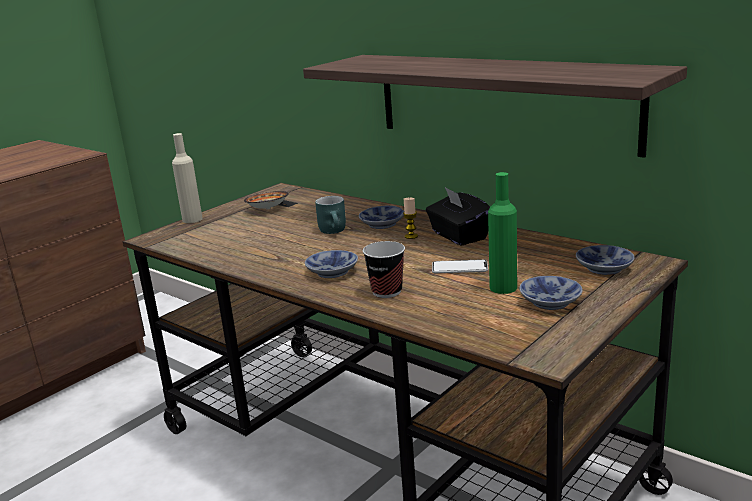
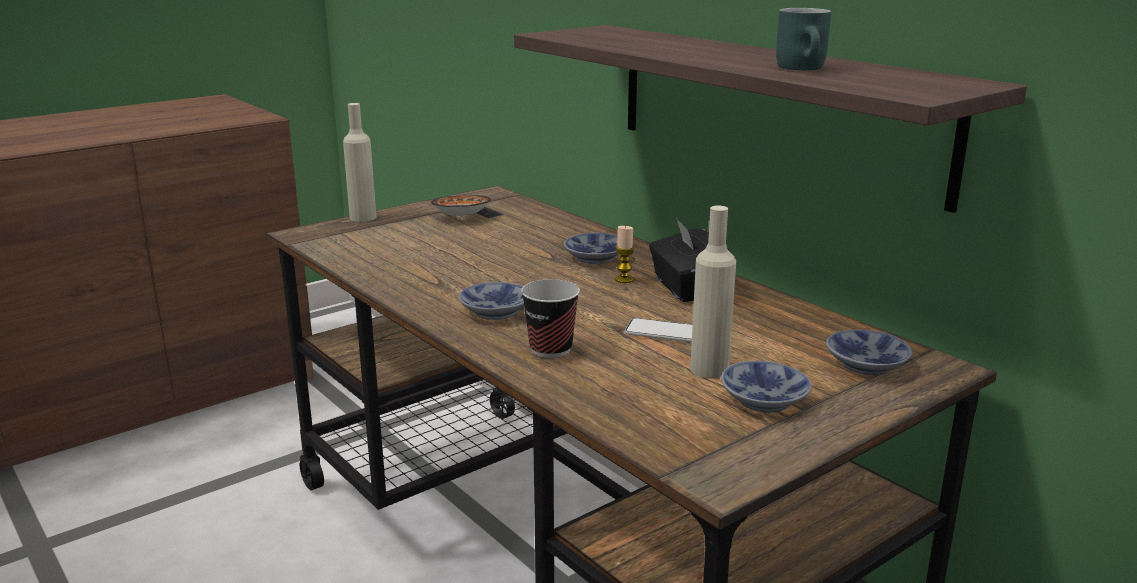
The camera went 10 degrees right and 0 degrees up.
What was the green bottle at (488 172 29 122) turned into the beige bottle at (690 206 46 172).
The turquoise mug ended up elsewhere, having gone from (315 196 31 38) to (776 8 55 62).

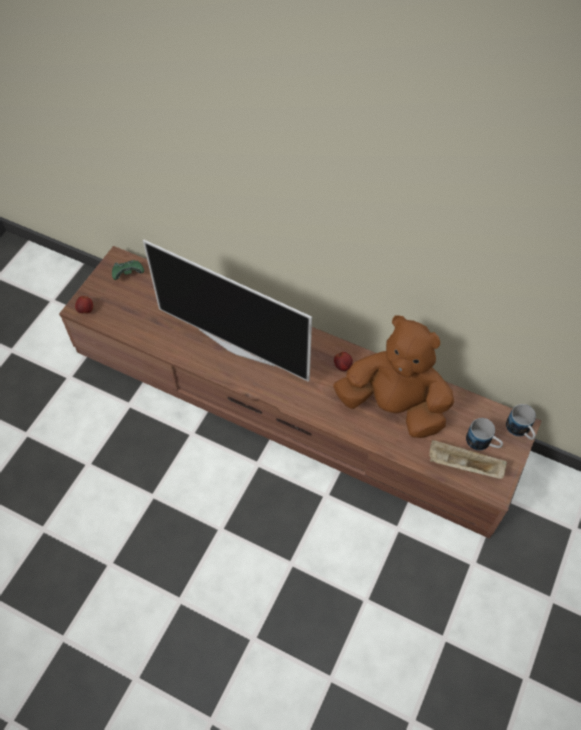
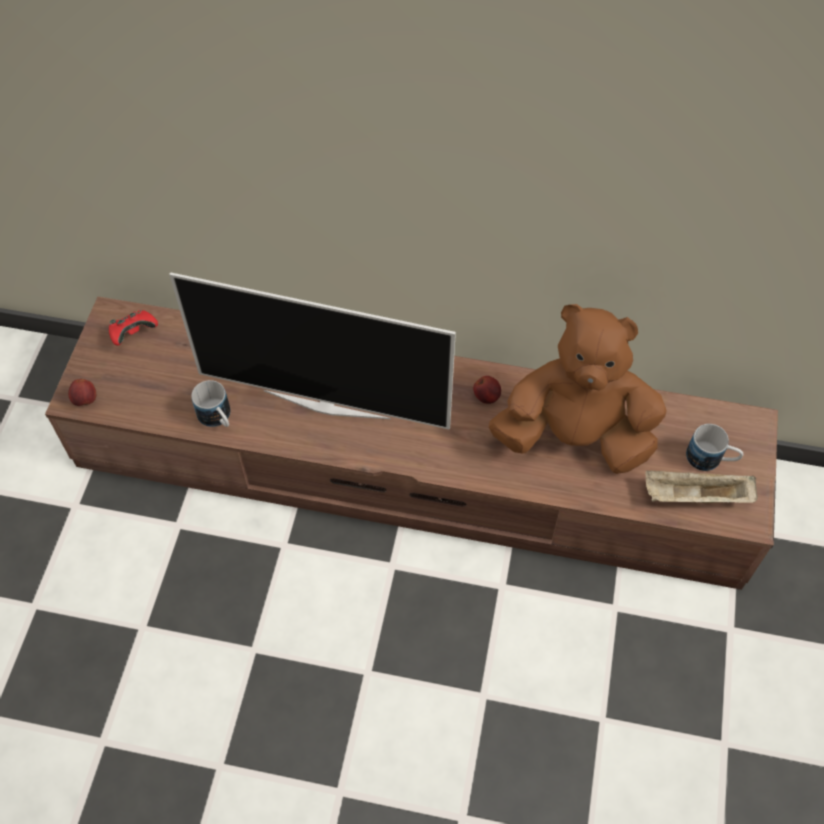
The camera went 15 degrees left and 0 degrees up.
What was the green game controller at (112 260 32 20) turned into the red game controller at (109 310 49 36).
The mug ended up elsewhere, having gone from (506 404 30 36) to (191 380 40 47).

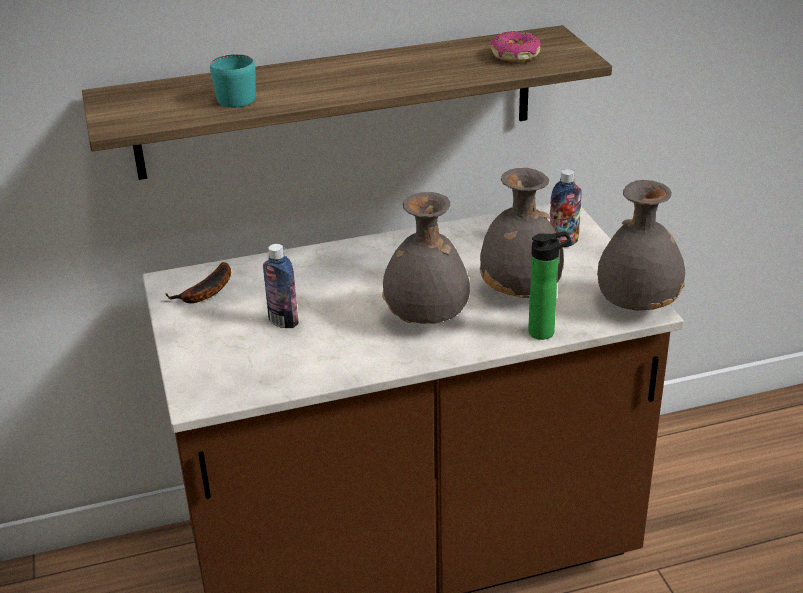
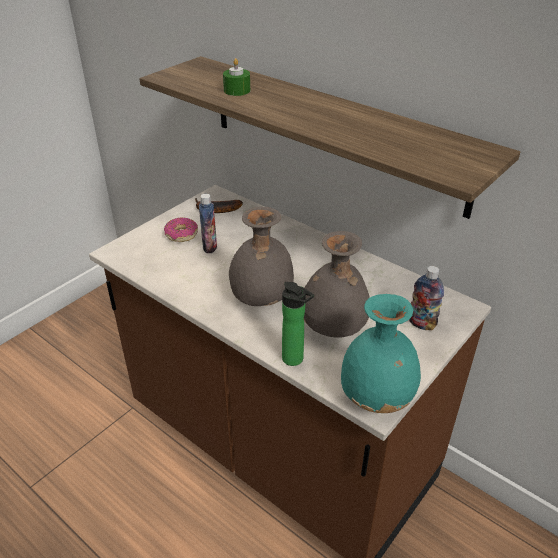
The camera went 55 degrees right and 5 degrees up.
The donut ended up elsewhere, having gone from (490 31 51 31) to (164 217 34 25).
Where the turquoise mug stood at (210 54 45 54), the green candle came to stand at (223 58 27 38).
What was the grey vase at (597 180 88 131) turned into the turquoise vase at (341 294 80 119).

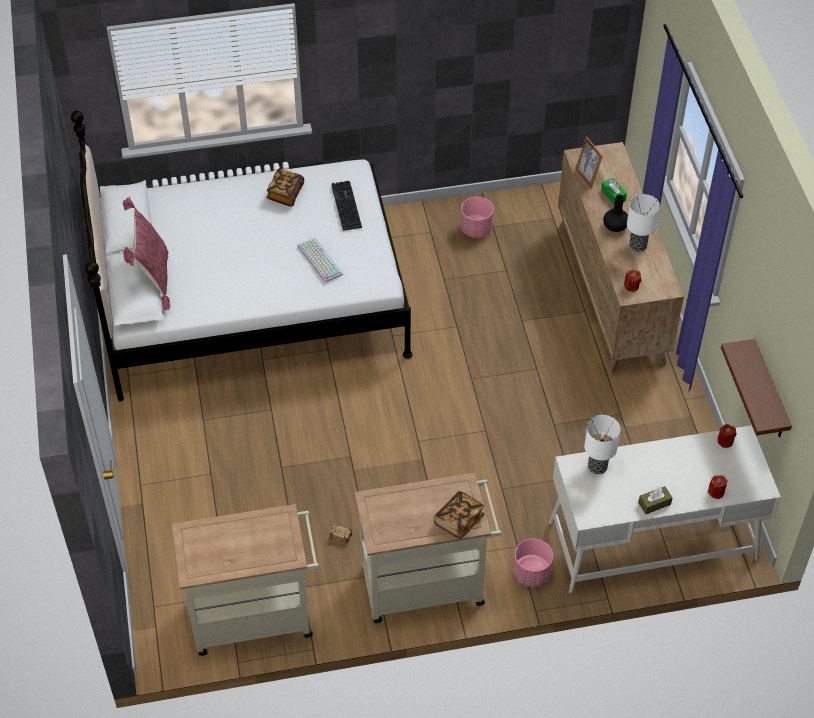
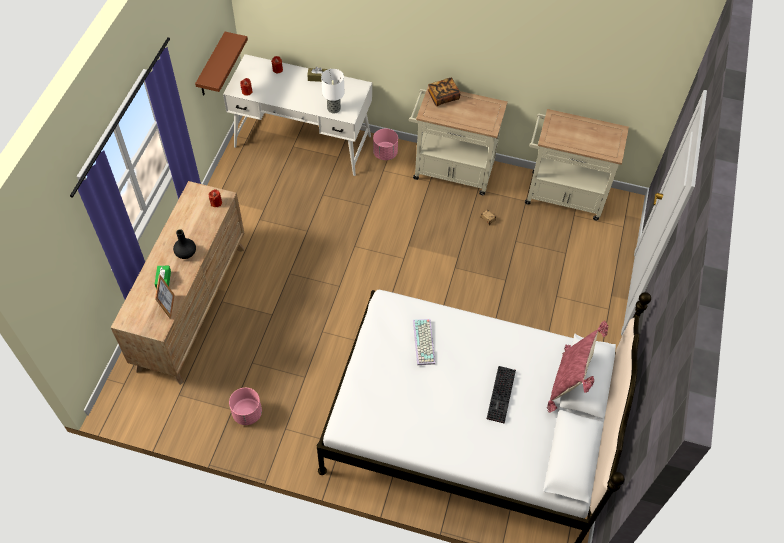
The camera went 155 degrees left and 5 degrees up.
The second view lost the book at (266 169 38 38).
The keyboard ended up elsewhere, having gone from (331 181 31 50) to (487 366 29 58).
The second view lost the table lamp at (627 194 33 58).

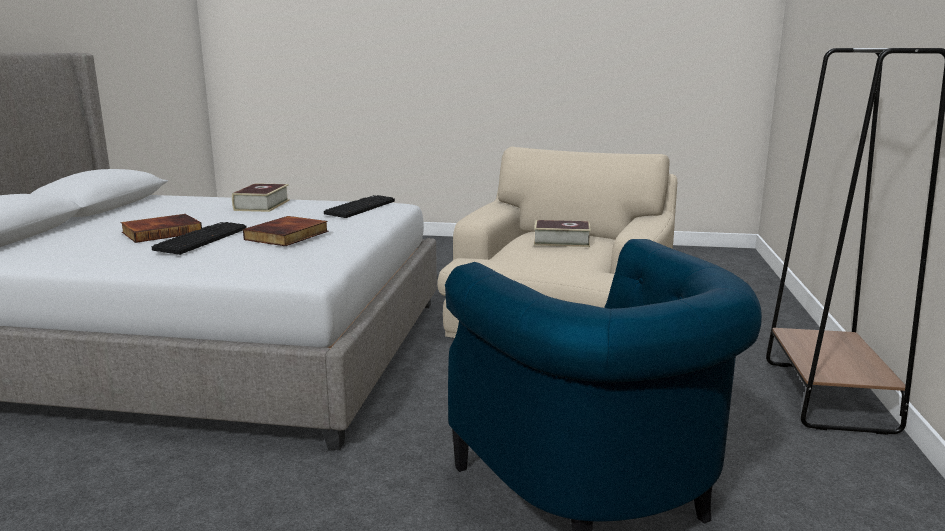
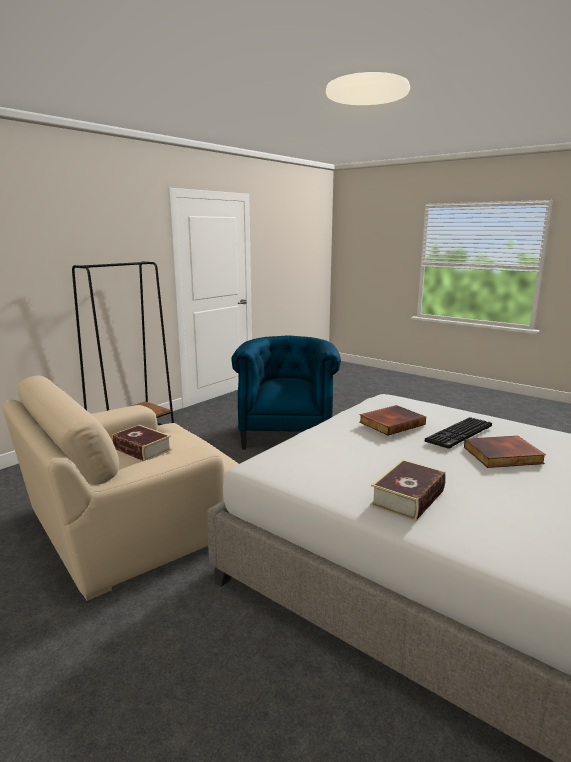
The camera went 150 degrees left and 0 degrees up.
The second view lost the keyboard at (324 195 71 23).

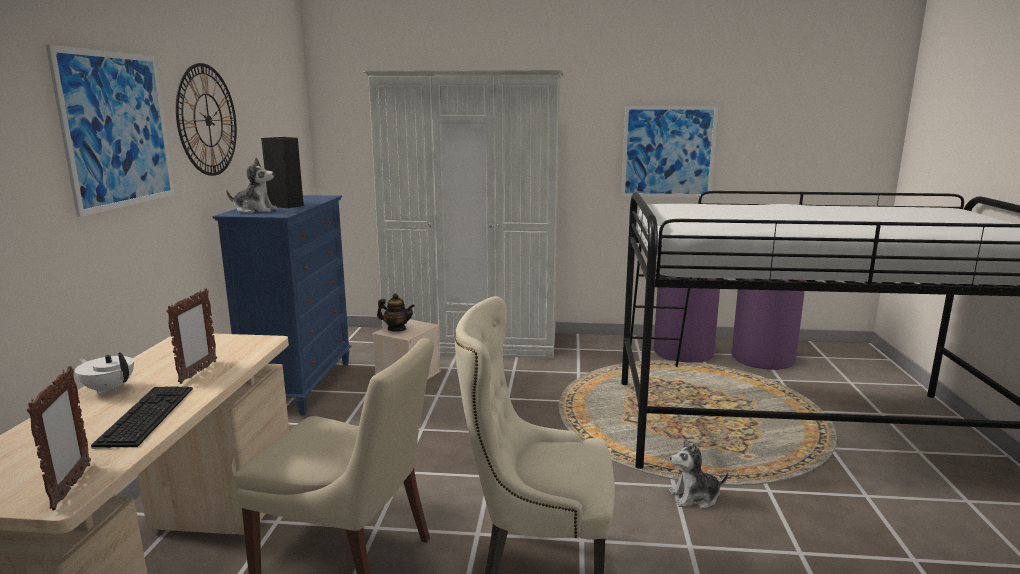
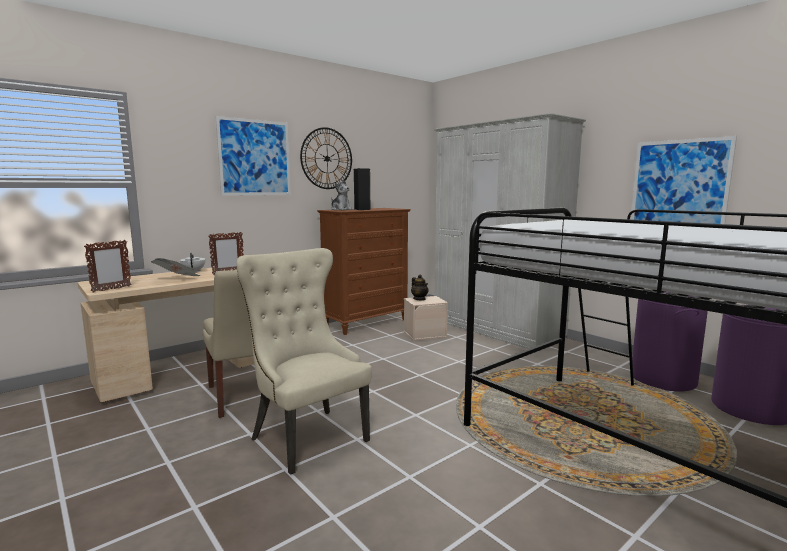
The camera went 45 degrees right and 5 degrees down.
What was the blue dresser at (213 195 139 220) turned into the brown dresser at (317 208 94 127).
Where the keyboard stood at (91 386 102 63), the newspaper came to stand at (151 258 49 18).
The second view lost the plush toy at (669 439 59 70).

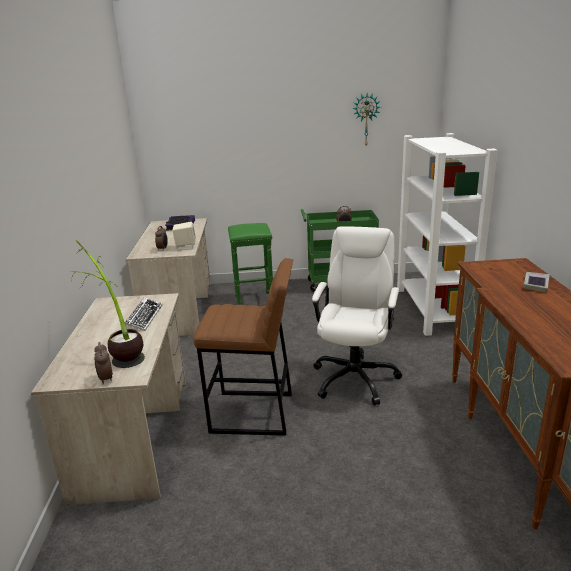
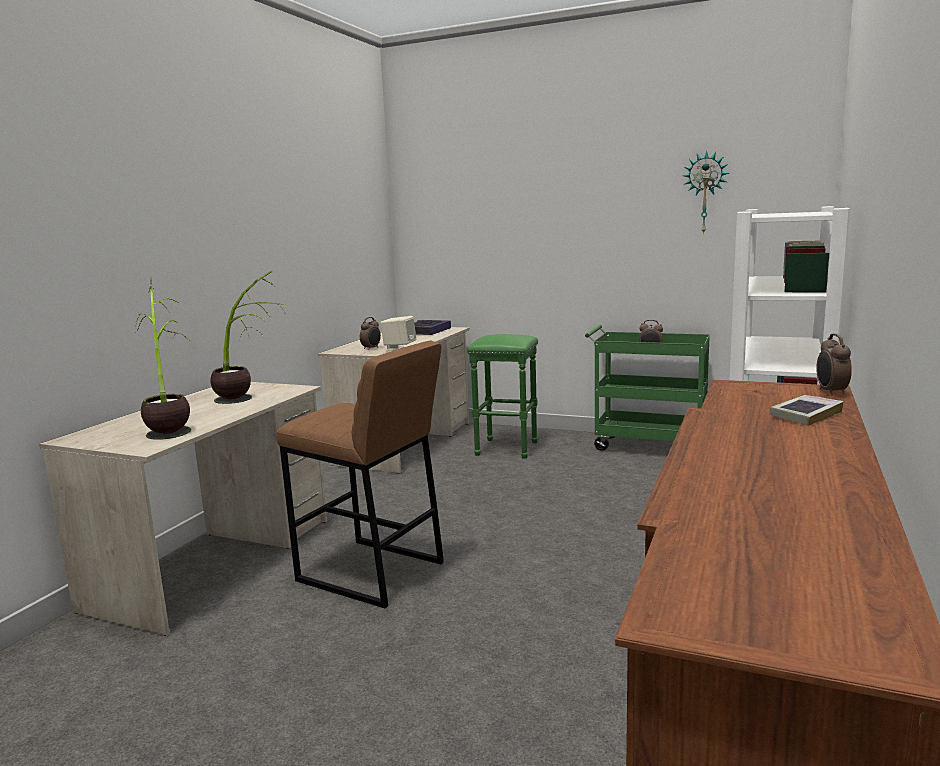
The camera went 25 degrees right and 10 degrees down.
The second view lost the white office chair at (312 226 90 180).
Where the keyboard stood at (125 297 37 34), the potted plant came to stand at (210 271 76 133).
The alarm clock ended up elsewhere, having gone from (94 342 19 43) to (816 333 36 63).

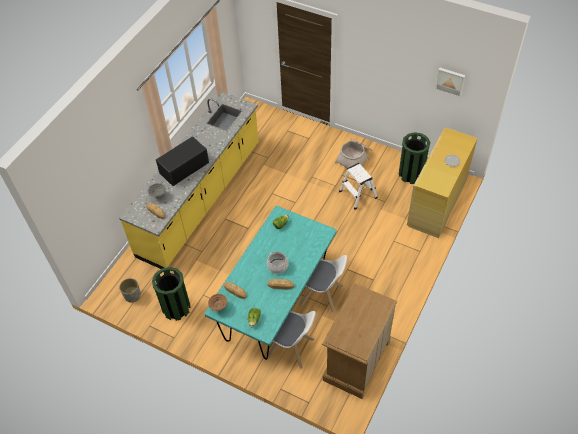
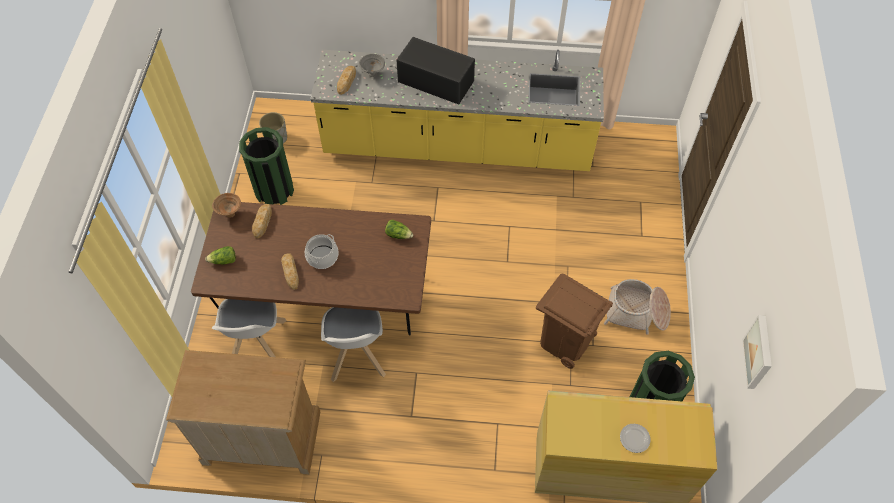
The camera went 65 degrees right and 5 degrees up.
Where the white step ladder stood at (339 163 39 47), the brown trash can came to stand at (536 274 77 95).
What was the turquoise dining table at (204 206 133 154) turned into the brown dining table at (191 202 240 134).

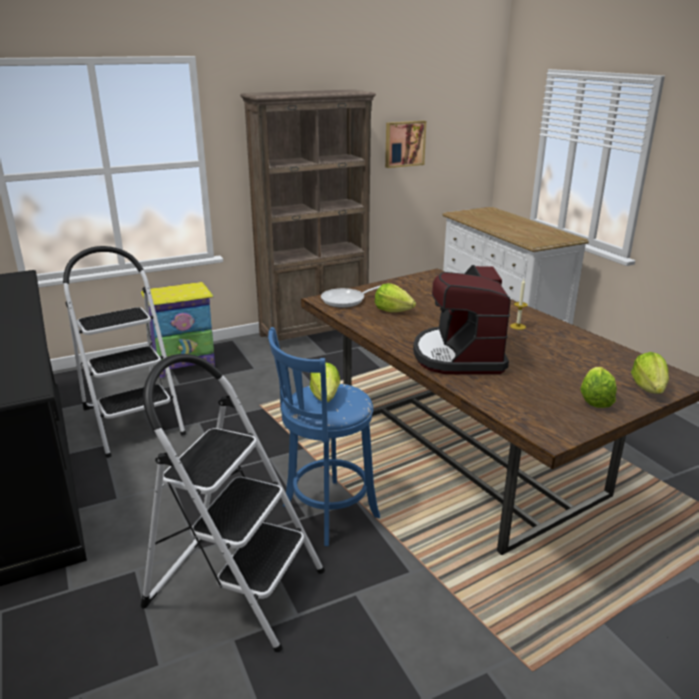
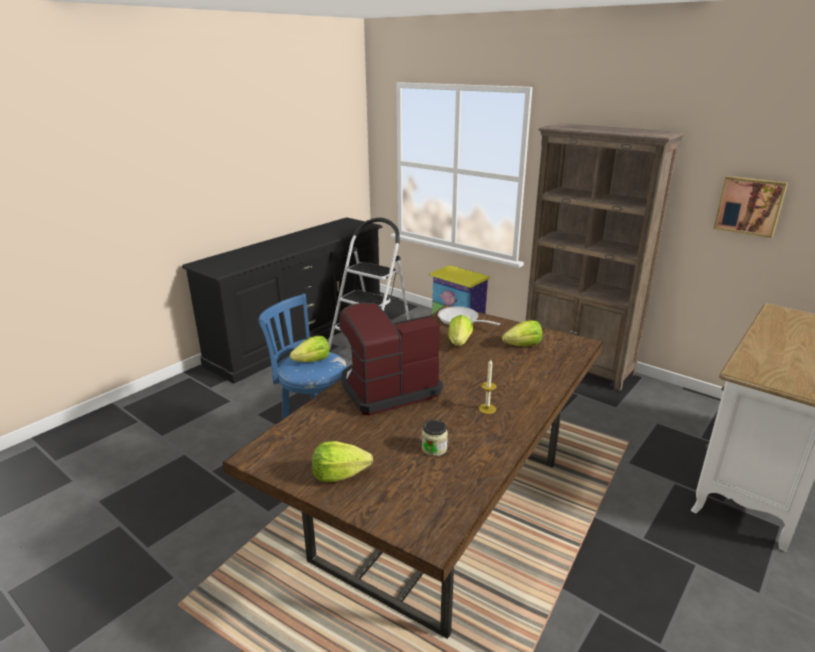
The camera went 65 degrees right and 0 degrees up.
The lettuce ended up elsewhere, having gone from (631 352 38 42) to (502 320 40 26).
The second view lost the step ladder at (141 354 184 298).
The second view gained the jar at (422 420 26 36).

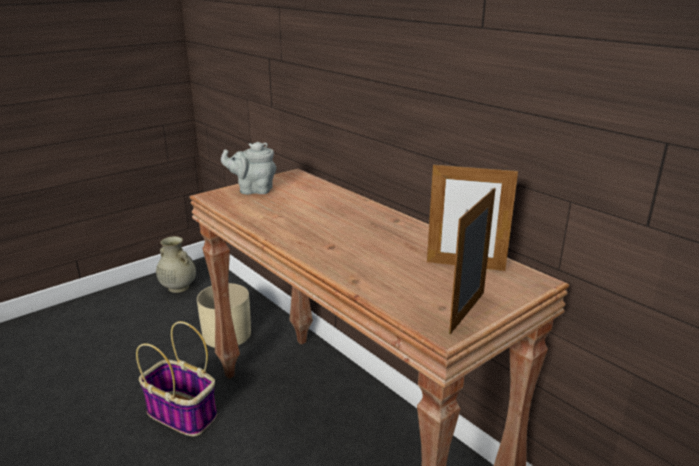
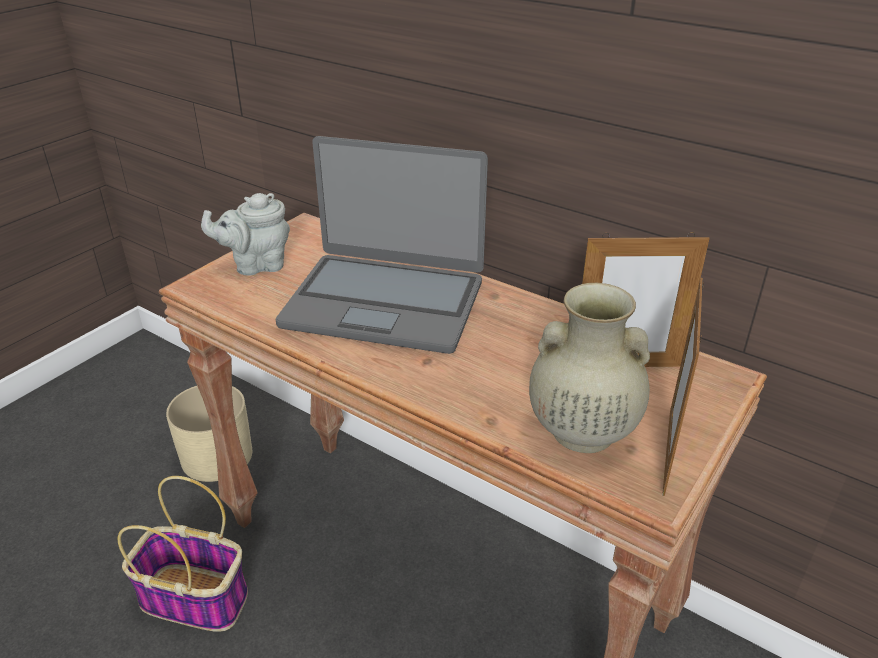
The camera went 15 degrees left and 10 degrees up.
The beige vase ended up elsewhere, having gone from (156 236 40 57) to (529 283 121 170).
The second view gained the laptop at (275 136 213 218).

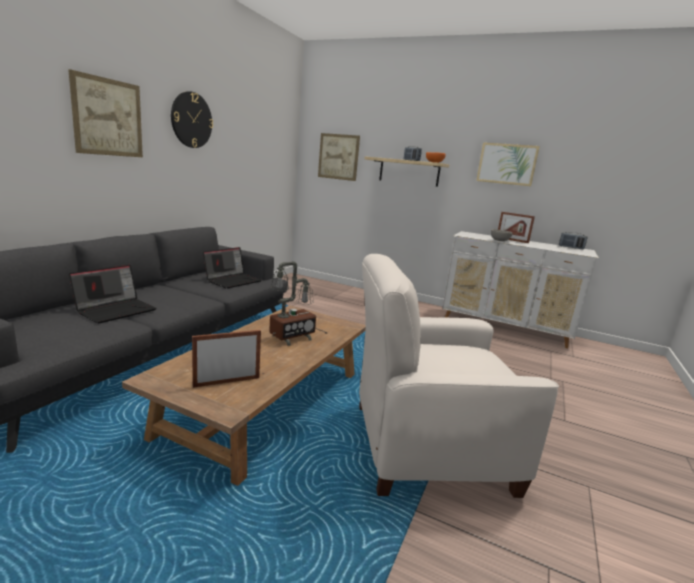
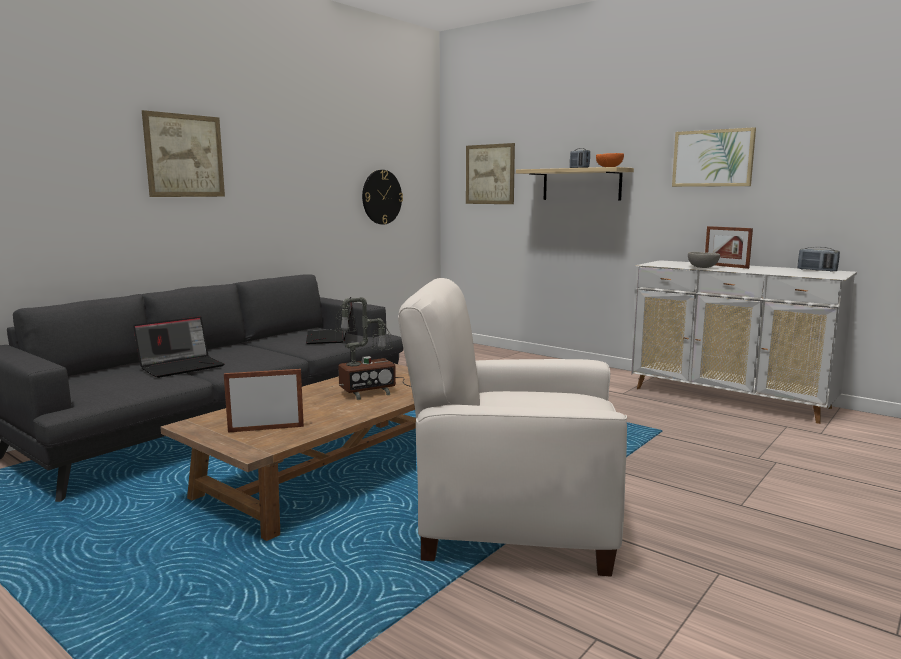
The camera went 15 degrees right and 5 degrees down.
The wall clock ended up elsewhere, having gone from (171 91 42 57) to (362 170 41 54).
The laptop at (203 247 59 42) ended up facing another way, 120 degrees clockwise from before.

